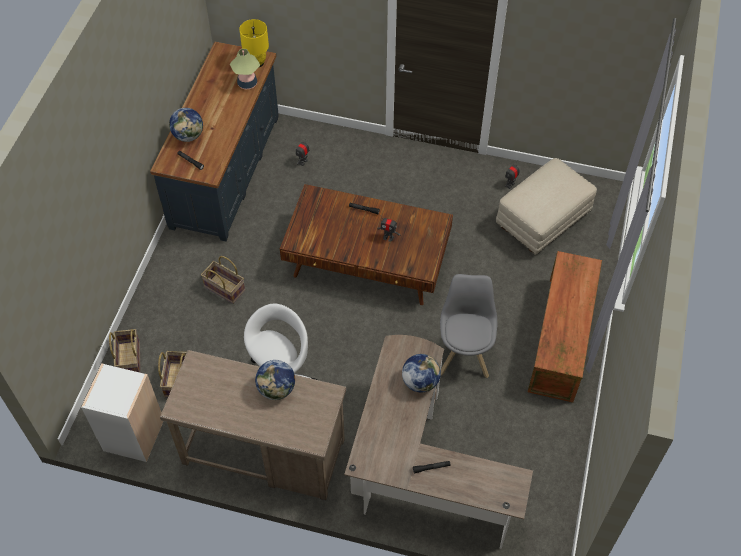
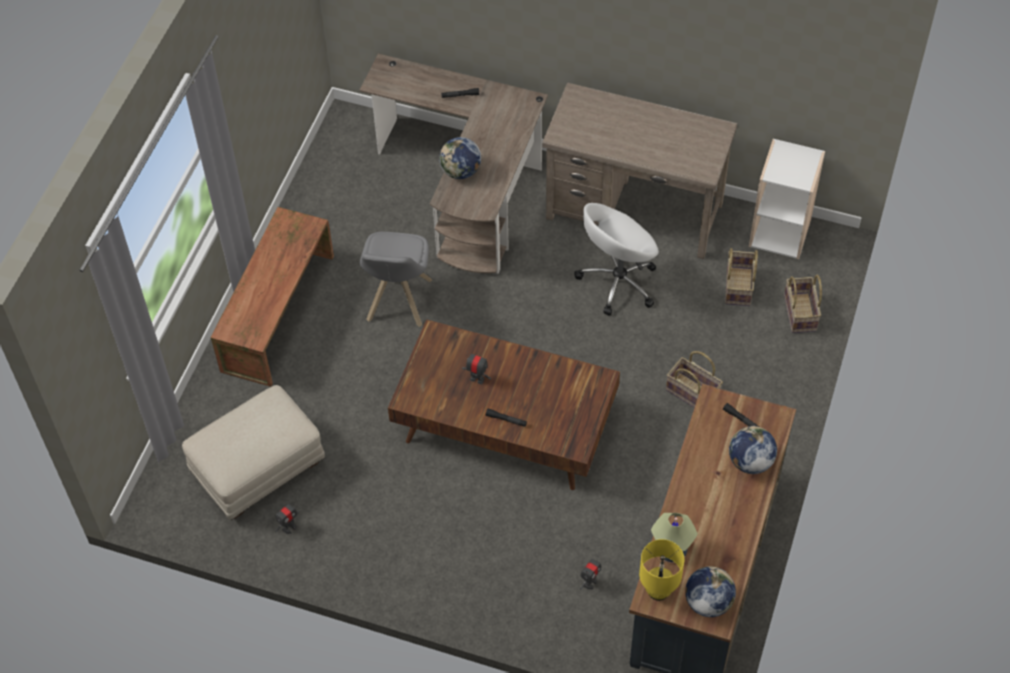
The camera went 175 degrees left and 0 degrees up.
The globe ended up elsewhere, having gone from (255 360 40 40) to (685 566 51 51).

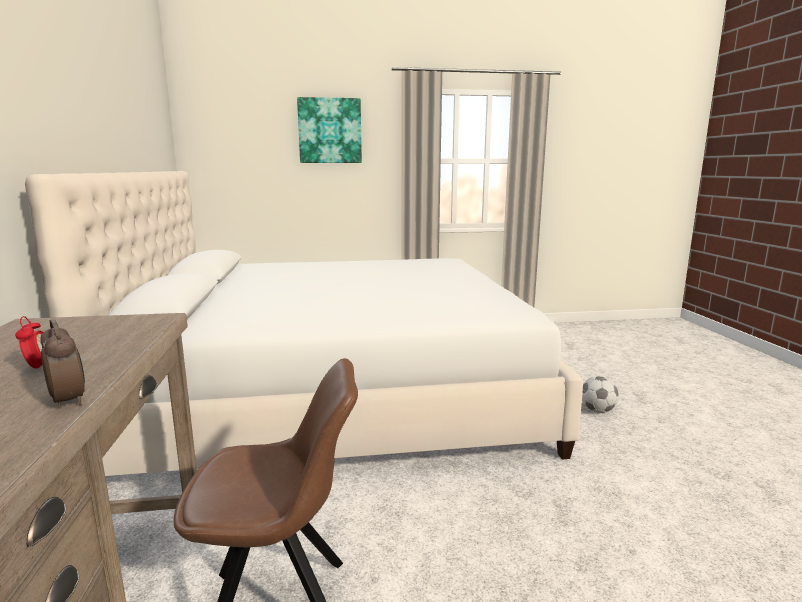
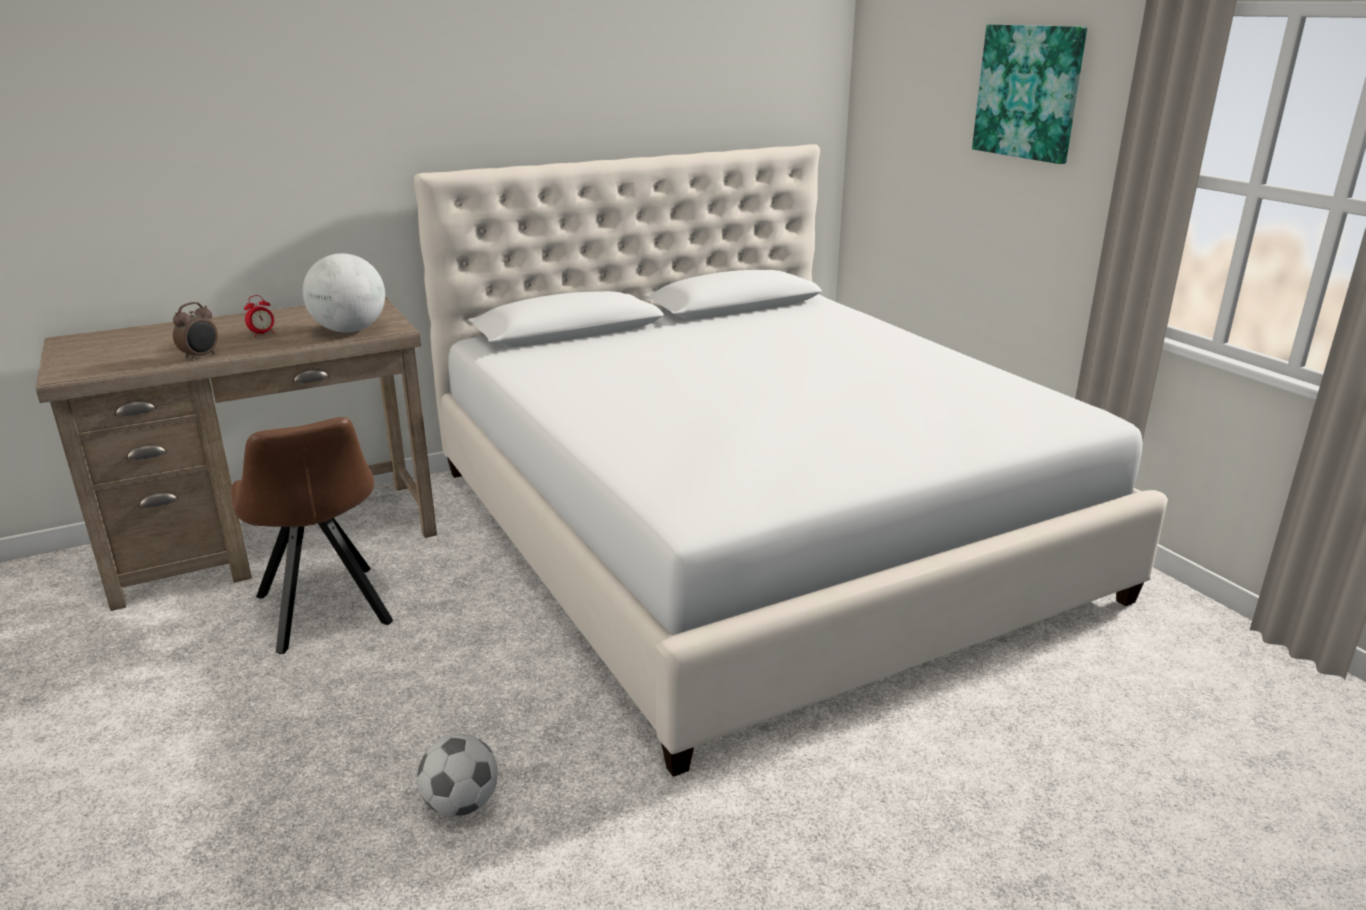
The camera went 70 degrees right and 10 degrees up.
The football ended up elsewhere, having gone from (582 376 37 37) to (417 734 81 83).
The second view gained the globe at (303 253 82 80).

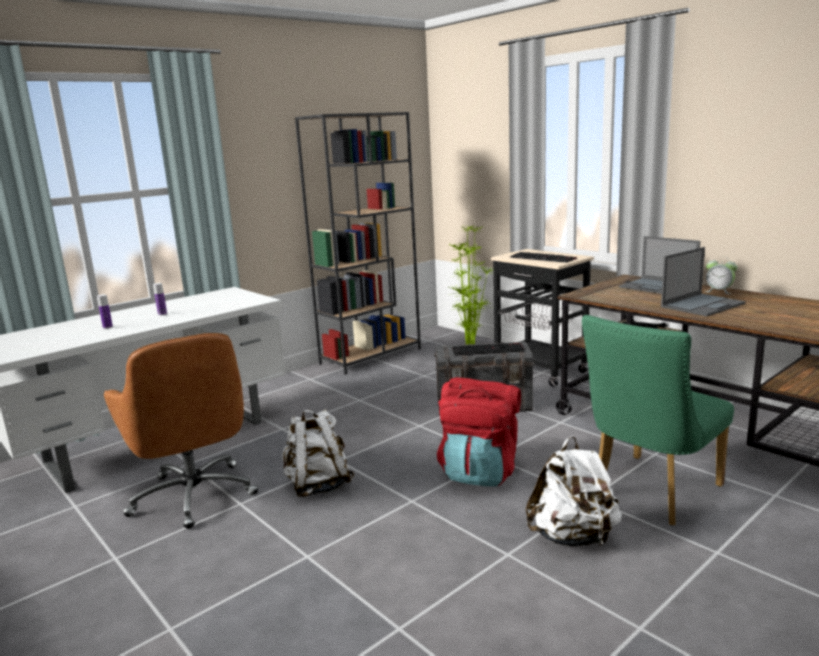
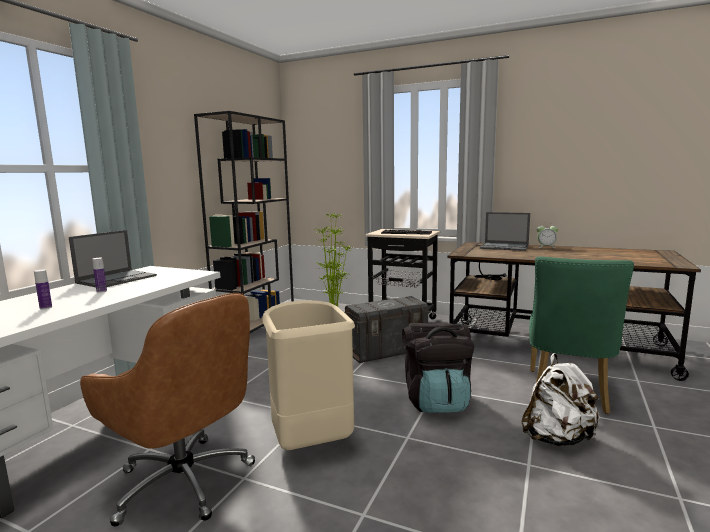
The camera went 25 degrees left and 5 degrees down.
The laptop ended up elsewhere, having gone from (661 247 85 70) to (69 230 88 57).
The second view lost the keyboard at (452 343 73 13).
What was the red backpack at (437 377 84 110) turned into the black backpack at (402 323 72 90).
Where the white backpack stood at (282 409 72 88), the beige trash can came to stand at (262 300 93 150).

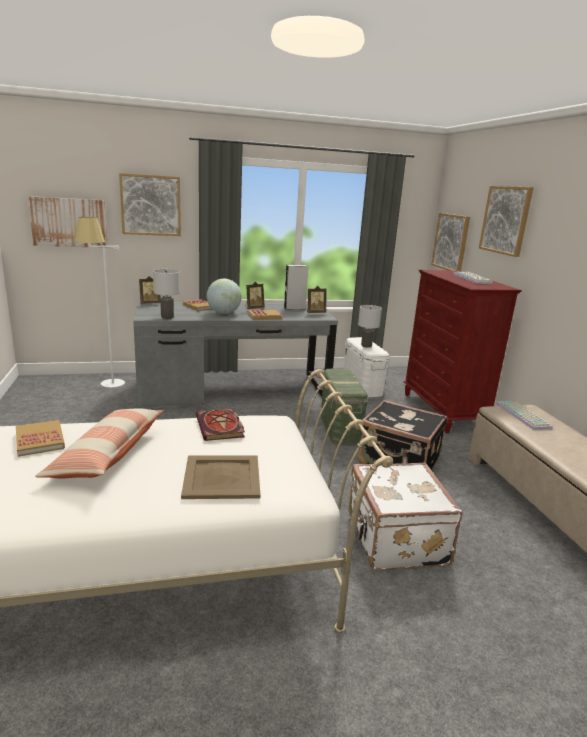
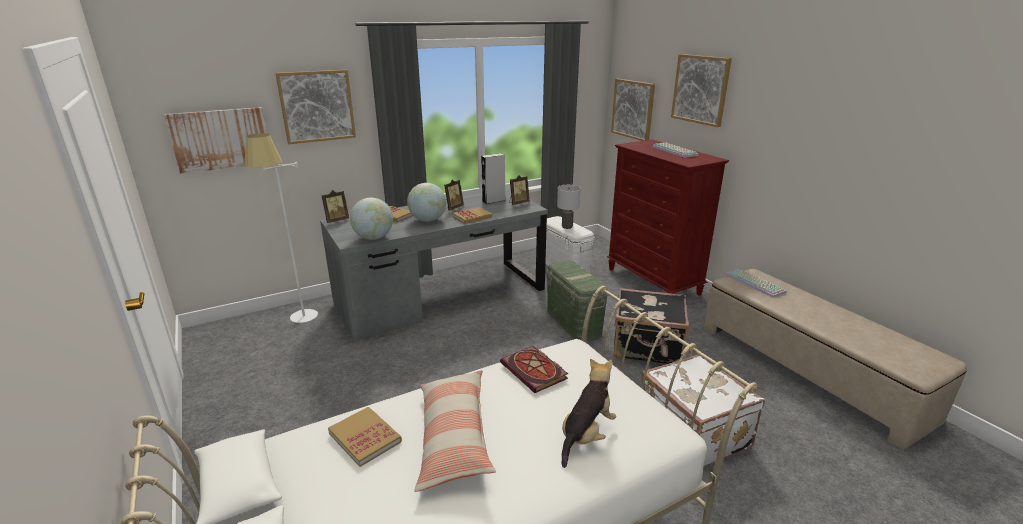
The camera went 15 degrees left and 5 degrees up.
Where the white table lamp stood at (153 269 27 50), the globe came to stand at (350 198 43 42).
Where the beige tray stood at (181 456 79 43), the plush toy came to stand at (562 358 54 110).

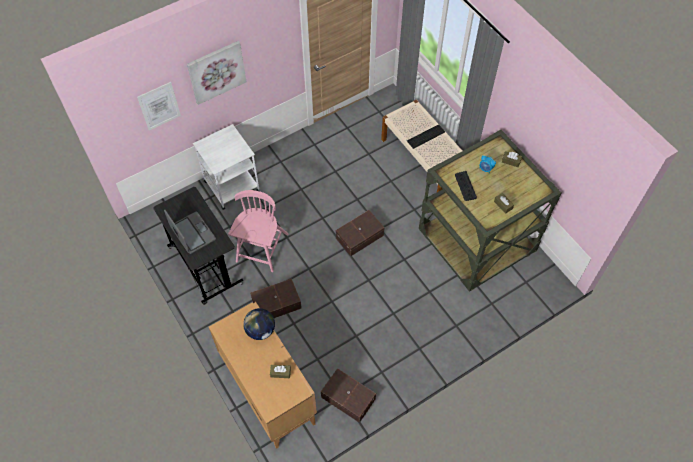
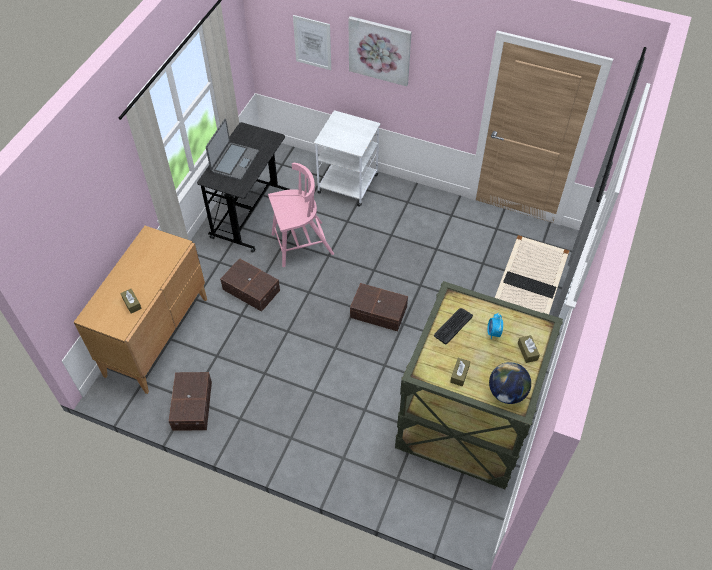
The camera went 55 degrees right and 5 degrees down.
The globe ended up elsewhere, having gone from (243 308 32 32) to (489 362 42 42).

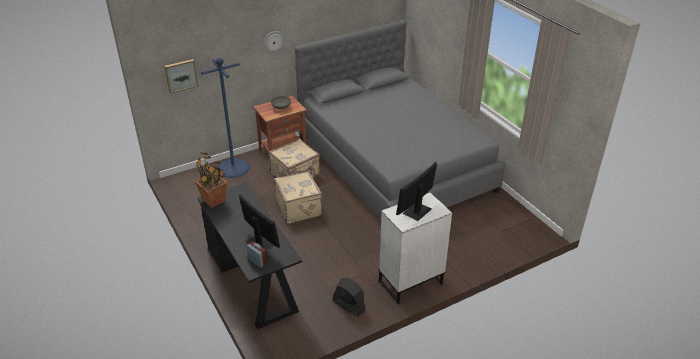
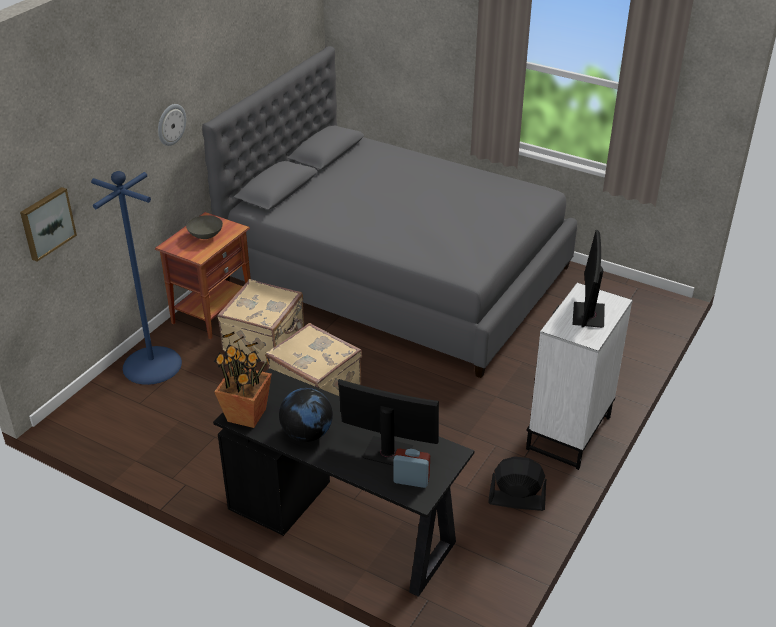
The camera went 30 degrees left and 0 degrees up.
The second view gained the globe at (279 388 54 54).

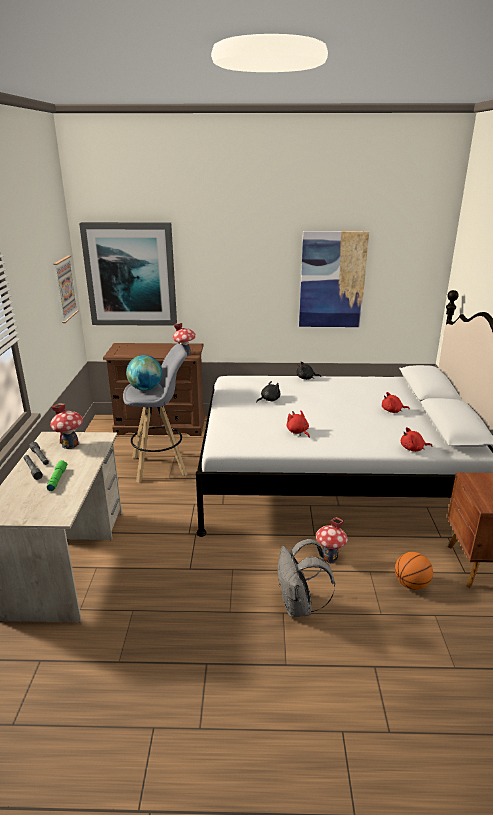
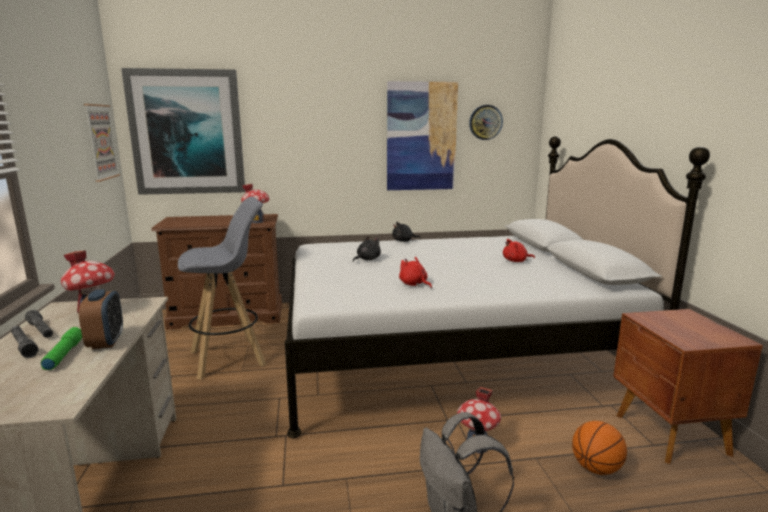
The camera went 10 degrees left and 10 degrees down.
The second view lost the globe at (126 355 36 36).
The second view lost the red plush toy at (401 427 31 25).
The second view gained the wall clock at (469 105 34 35).
The second view gained the alarm clock at (79 289 44 60).

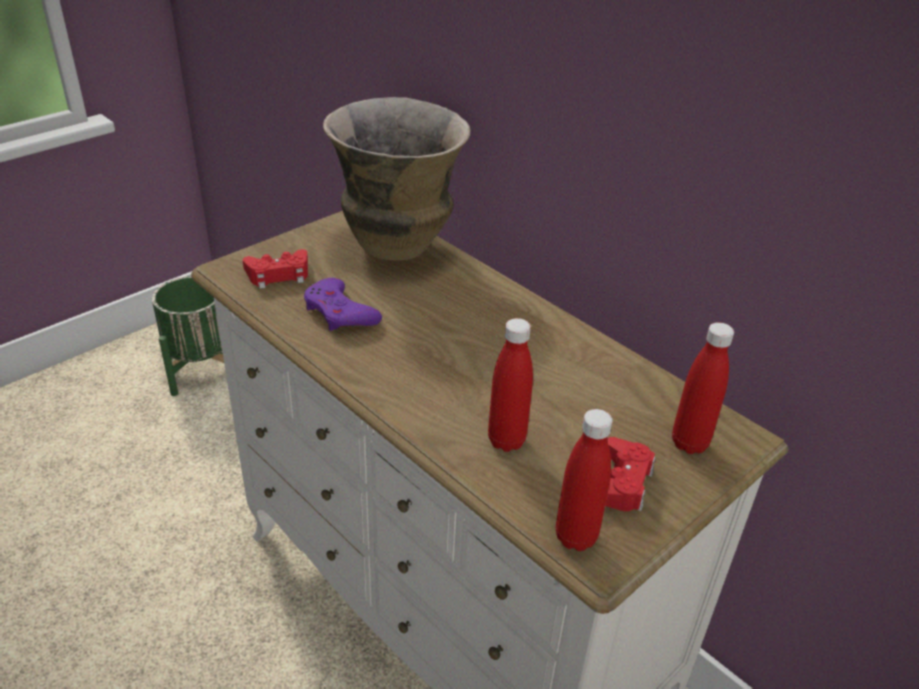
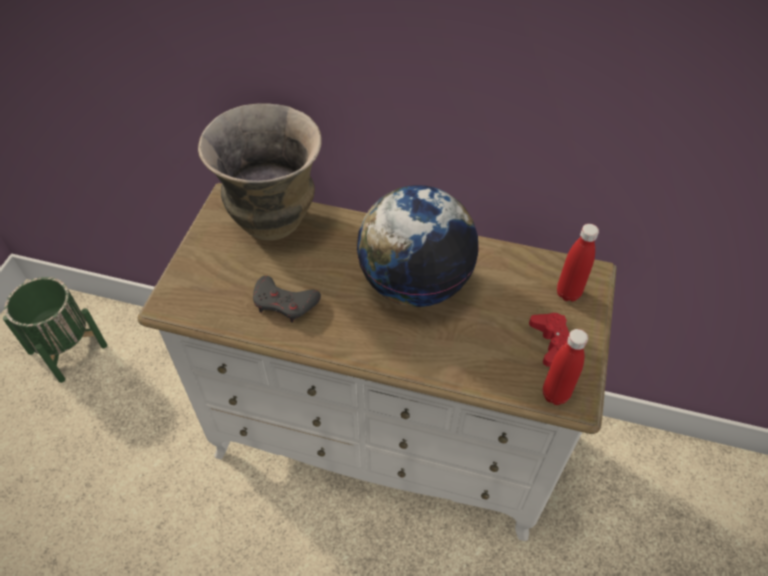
The camera went 30 degrees left and 15 degrees up.
The second view lost the red game controller at (243 249 65 40).
What was the purple game controller at (304 278 78 53) turned into the grey game controller at (253 276 68 46).
The second view lost the red bottle at (488 318 45 134).
The second view gained the globe at (356 185 123 122).

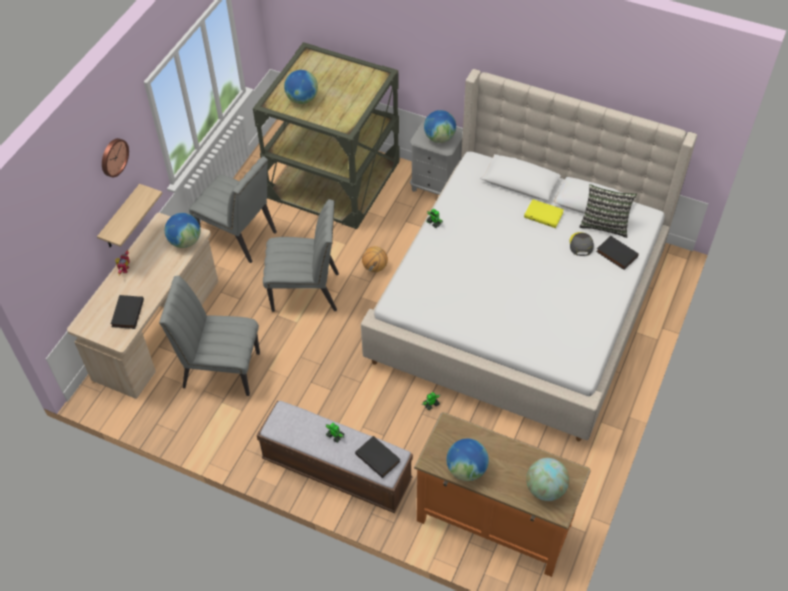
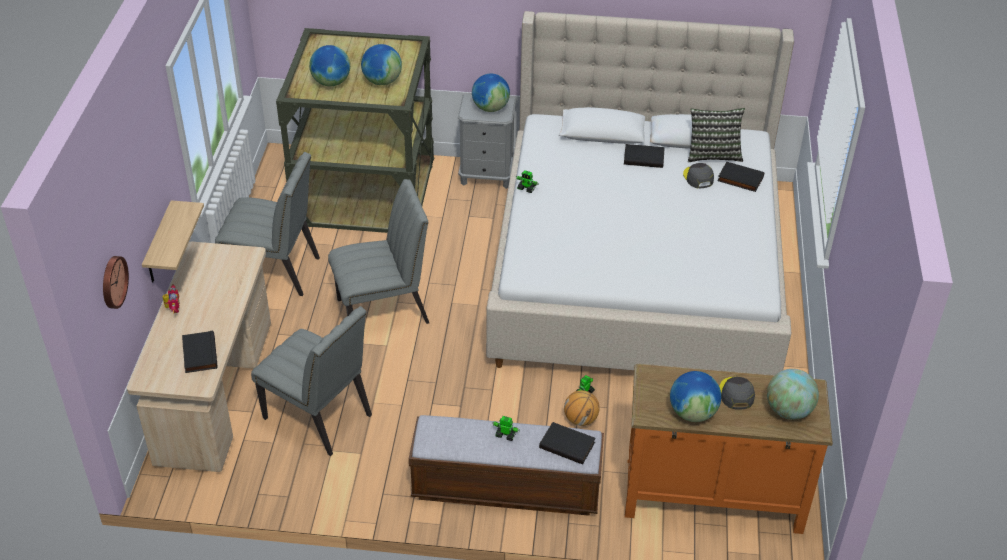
The camera went 20 degrees left and 10 degrees down.
The wall clock ended up elsewhere, having gone from (102 138 27 39) to (103 256 26 53).
What was the yellow book at (524 199 40 29) turned into the black book at (624 144 41 24).
The globe ended up elsewhere, having gone from (165 213 35 35) to (361 44 41 41).
The basketball ended up elsewhere, having gone from (362 246 26 26) to (564 390 36 36).
The grey chair at (159 276 101 120) ended up facing another way, 135 degrees counterclockwise from before.
The second view gained the grey cap at (719 377 36 33).

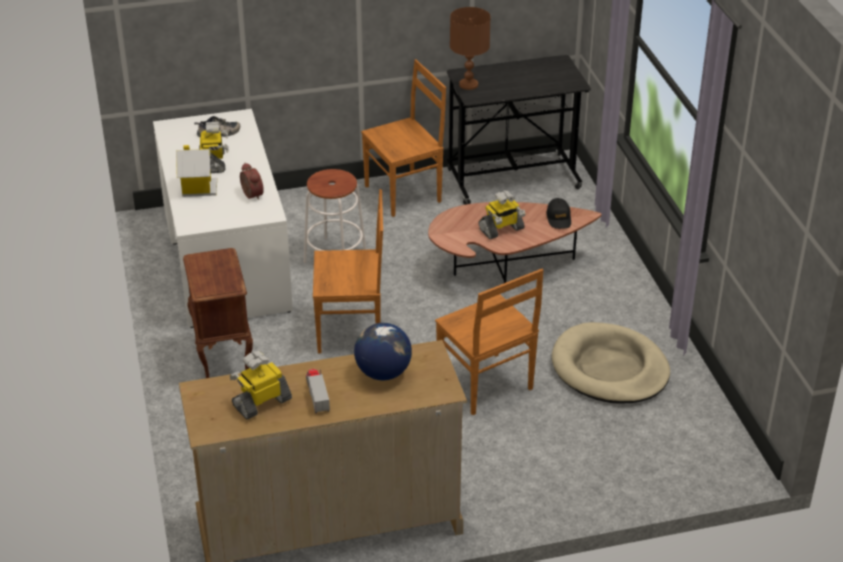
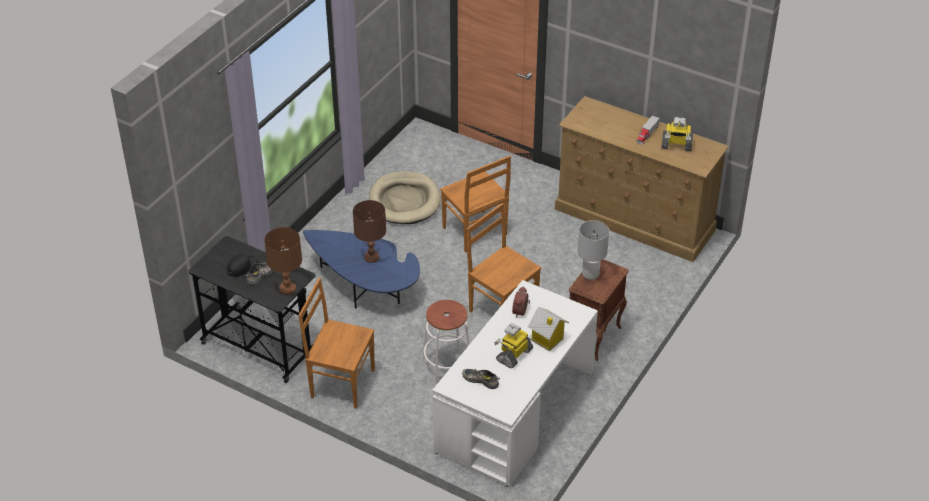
The camera went 135 degrees left and 5 degrees up.
Where the toy robot stood at (478 190 48 49), the brown table lamp came to stand at (353 200 33 63).
The black cap ended up elsewhere, having gone from (547 198 24 31) to (227 254 30 23).
What was the brown coffee table at (428 202 174 81) turned into the blue coffee table at (303 230 117 78).
The brown chair at (435 269 108 146) ended up facing another way, 135 degrees clockwise from before.
The second view lost the globe at (354 323 58 57).
The second view gained the grey table lamp at (578 220 31 60).
The second view gained the shoe at (245 261 28 24).

